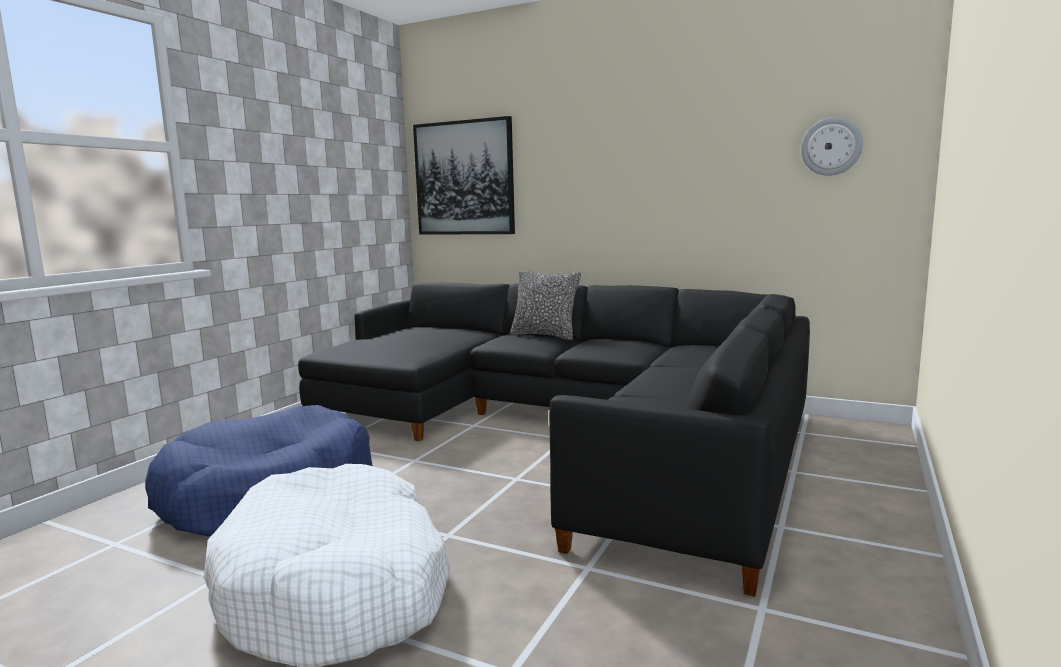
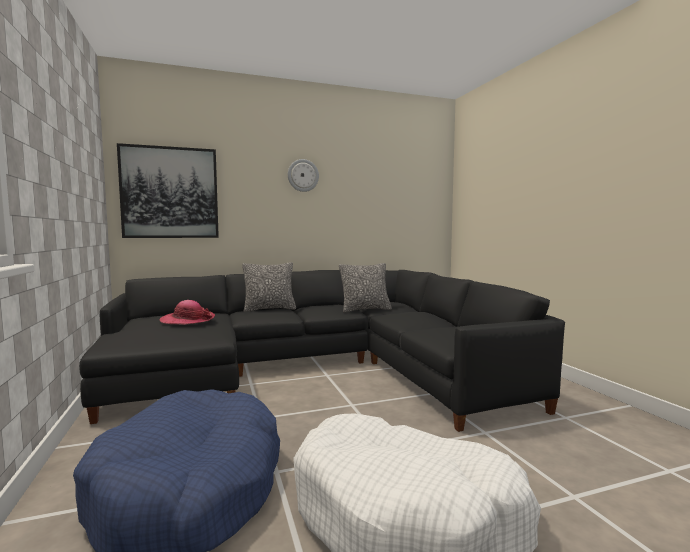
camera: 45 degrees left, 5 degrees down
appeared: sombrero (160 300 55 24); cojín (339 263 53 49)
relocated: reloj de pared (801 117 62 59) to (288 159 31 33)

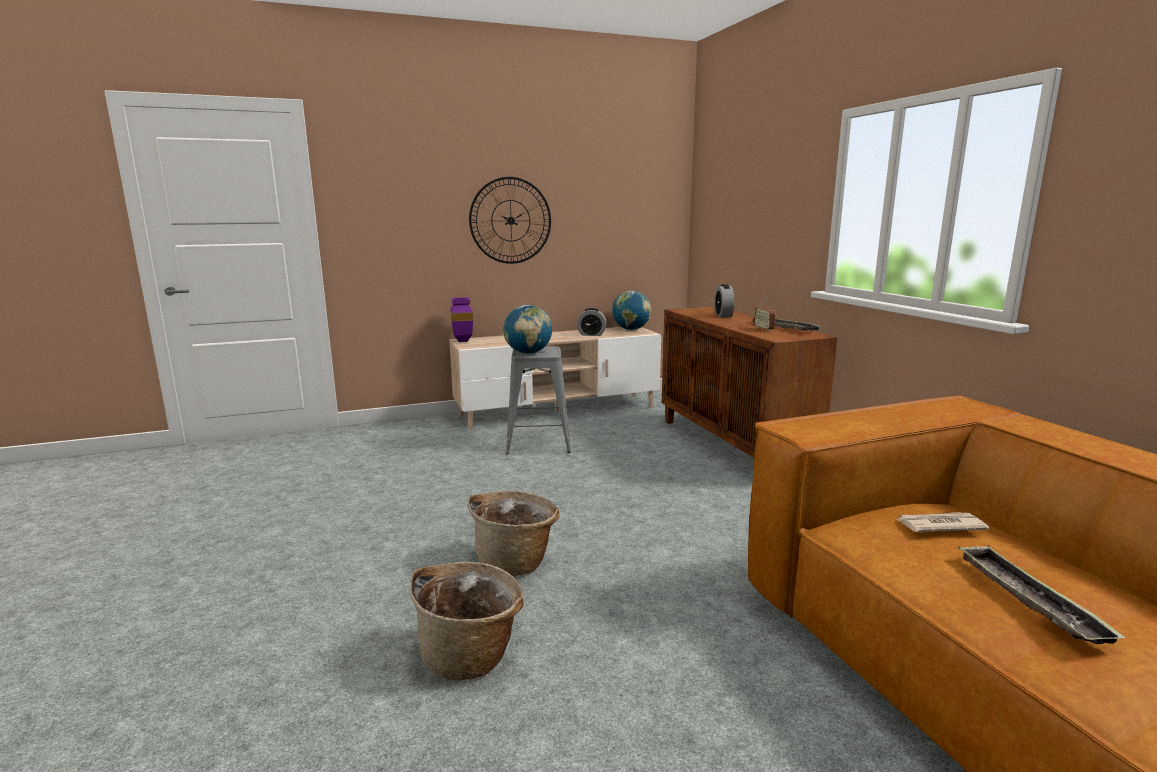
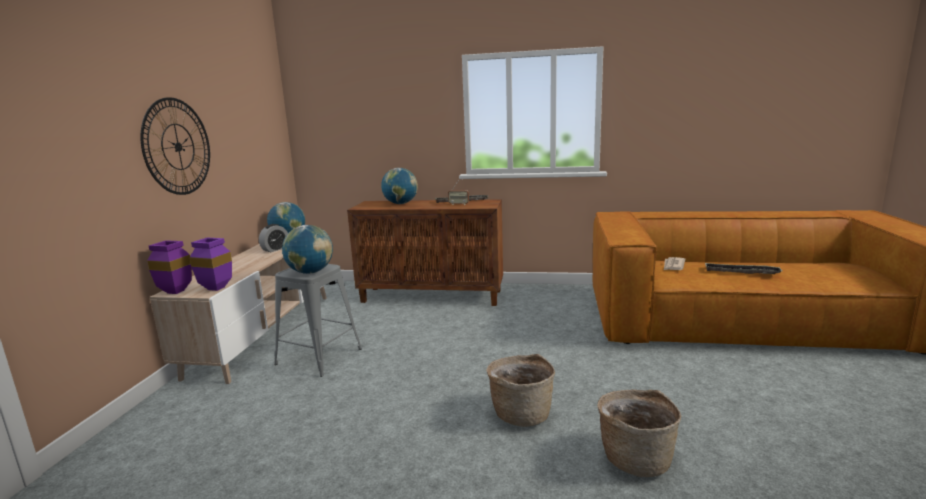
camera: 60 degrees left, 0 degrees up
appeared: florero (morado) (190 237 42 54)
exchanged: despertador (714 284 20 33) to globo terráqueo (381 168 37 36)

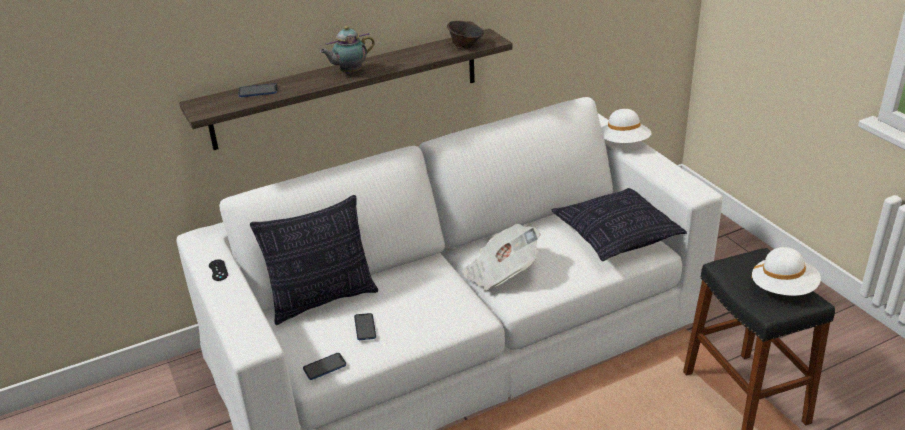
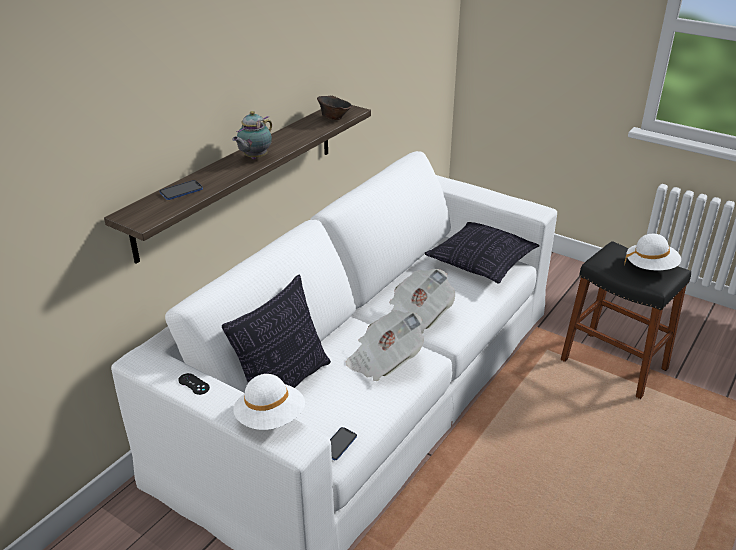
camera: 30 degrees left, 0 degrees up
missing: móvil (354 313 22 27)
appeared: periódico (346 310 78 71)
relocated: sombrero (blanco) (601 109 51 34) to (233 374 72 56)

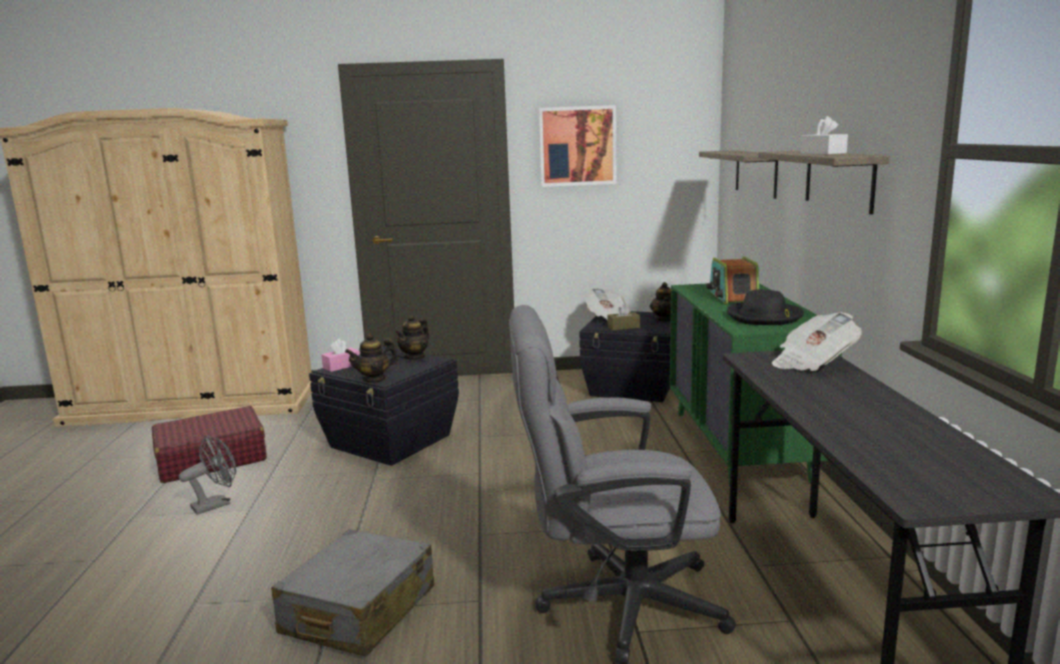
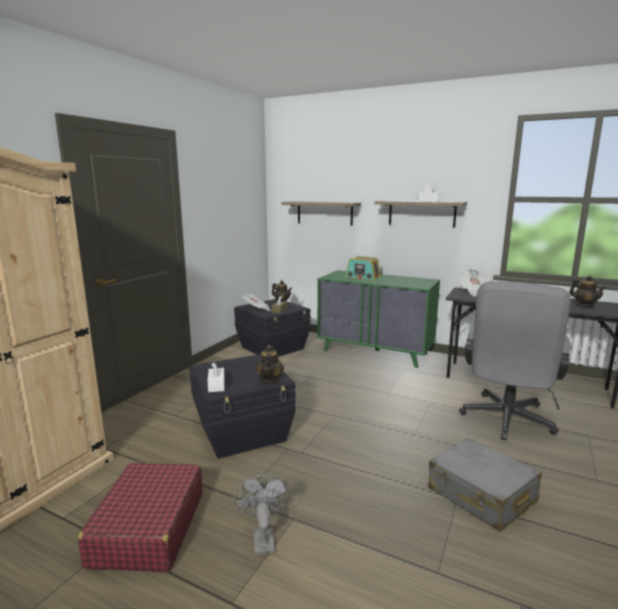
camera: 60 degrees left, 0 degrees up
missing: cuadro (539 105 78 82); sombrero (negro) (727 289 77 36)
relocated: tetera (395 315 34 45) to (569 276 37 32)
colour: caja de pañuelos (rosa) (321 339 39 33) to caja de pañuelos (blanco) (208 362 17 30)

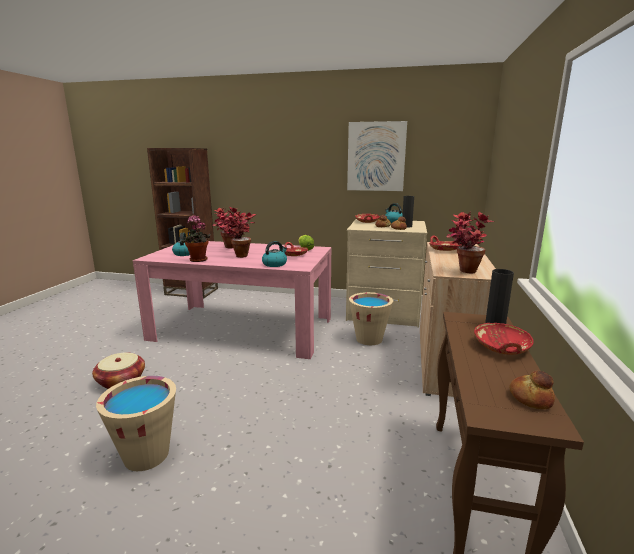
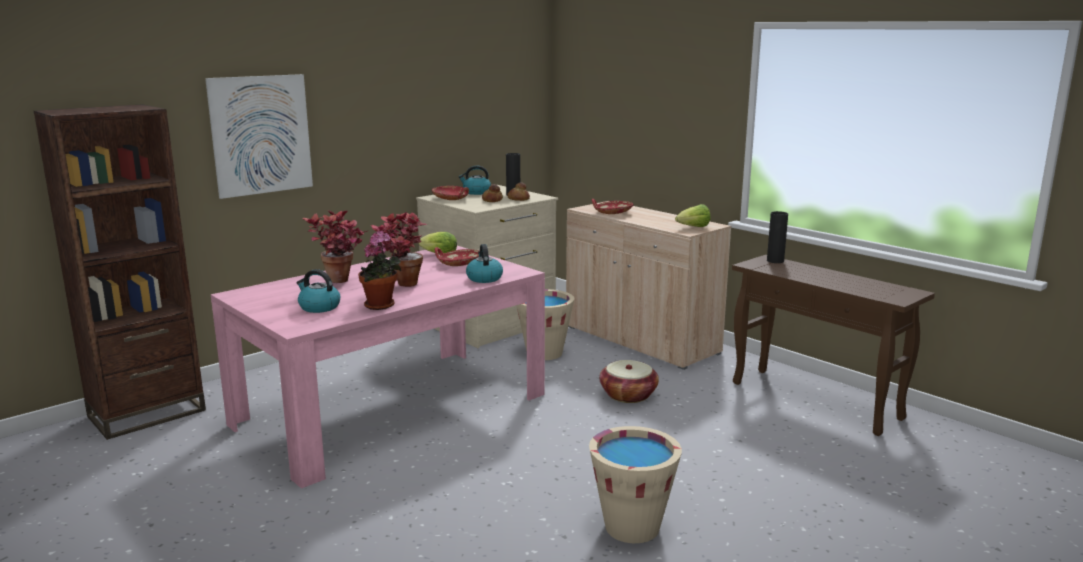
camera: 55 degrees left, 0 degrees up
missing: cuenco (rojo) (474 323 60 32); pan (509 371 46 38)
relocated: cesta (92 353 53 36) to (599 360 60 43); cuadro (347 121 60 70) to (205 74 108 125)
exchanged: planta en maceta (446 212 49 61) to lechuga (675 204 36 23)

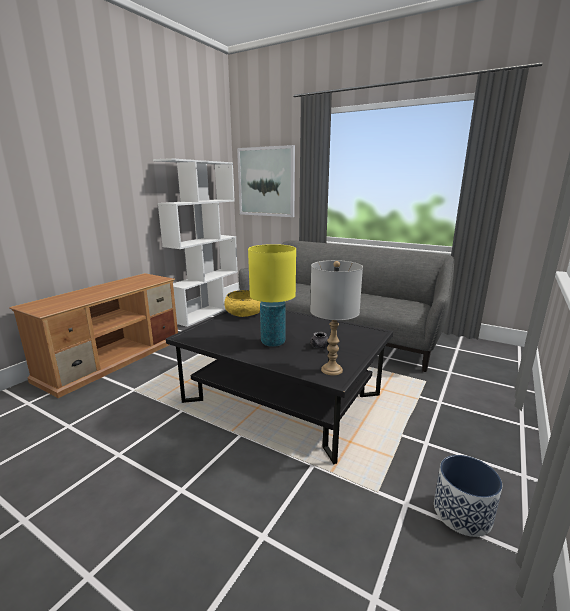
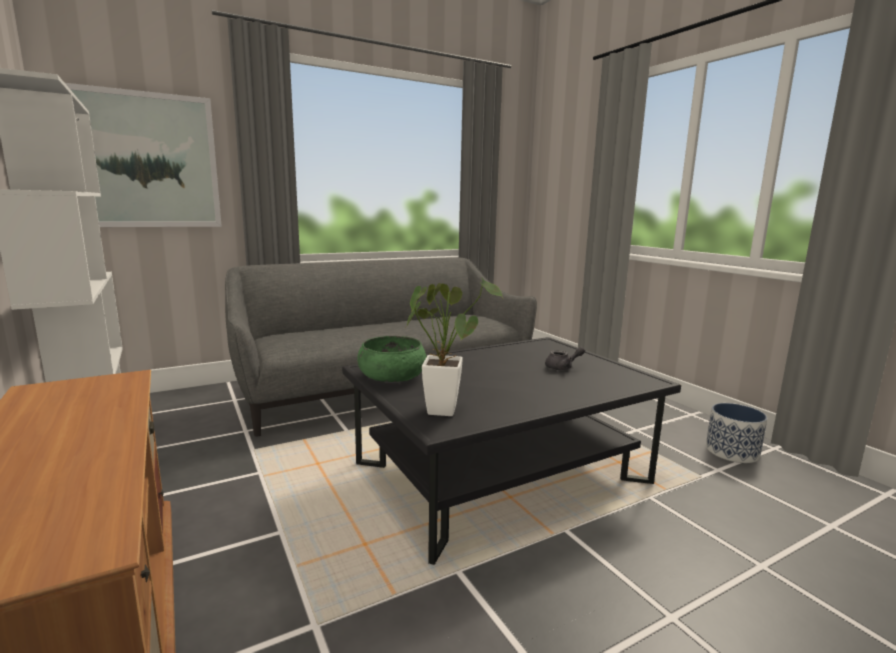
camera: 60 degrees left, 5 degrees down
missing: lámpara de mesa (amarillo) (248 244 48 103); lámpara de mesa (gris) (310 260 53 115)
appeared: planta en maceta (406 278 97 138)
colour: cuenco (amarillo) (224 290 37 27) to cuenco (verde) (357 336 69 46)

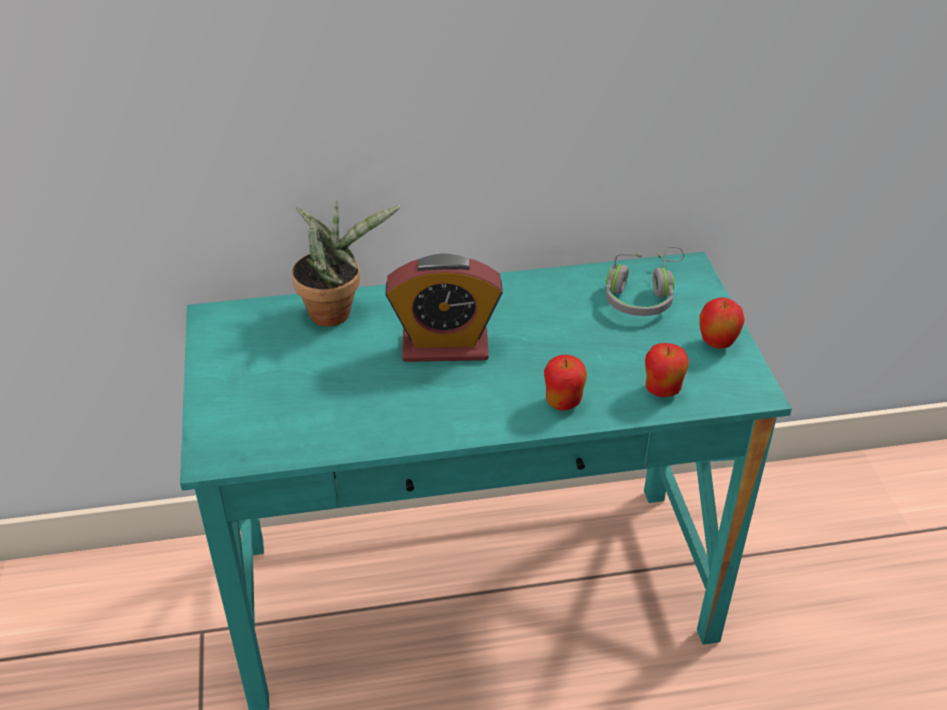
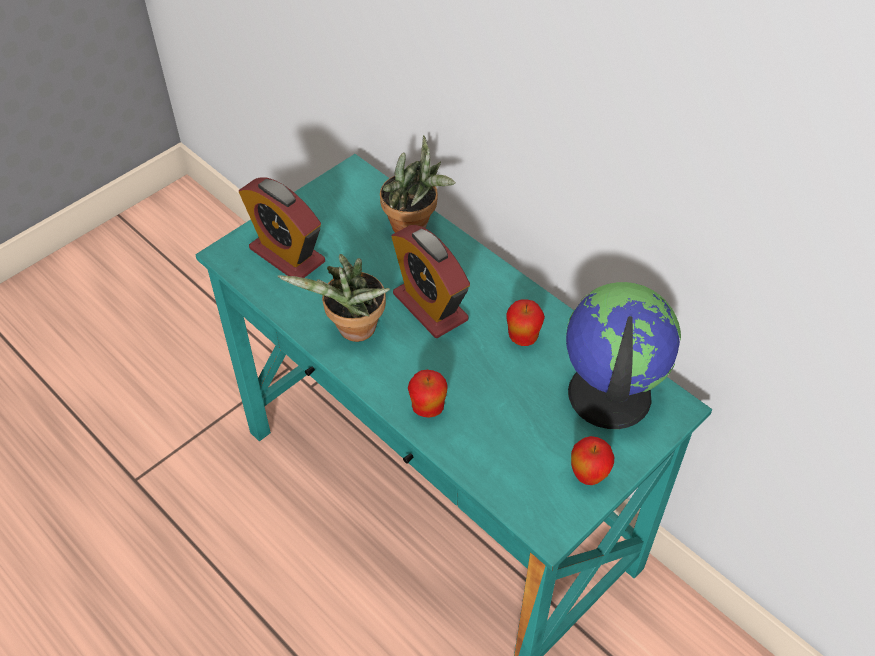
camera: 55 degrees right, 10 degrees up
appeared: despertador (239 177 86 101); planta en maceta (278 254 112 88)
relocated: manzana (645 343 44 54) to (506 299 39 47)
exchanged: auriculares (gris) (606 246 78 70) to globo terráqueo (566 282 115 147)

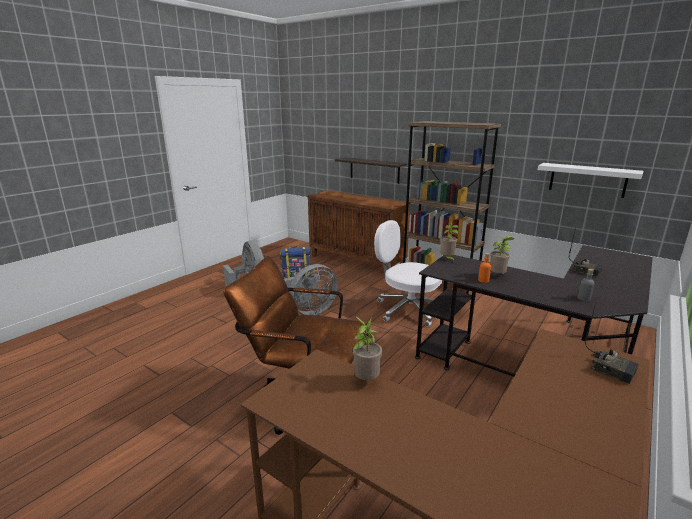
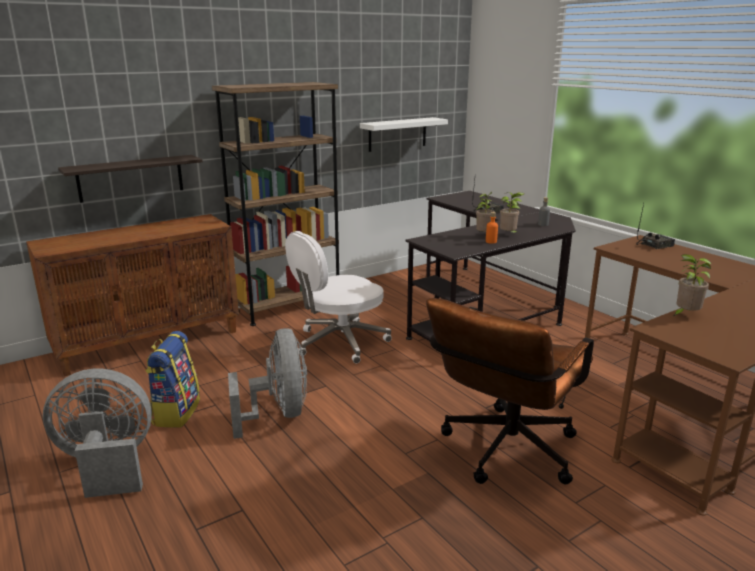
camera: 70 degrees left, 0 degrees up
relocated: planta en maceta (440 222 19 39) to (500 192 24 41)

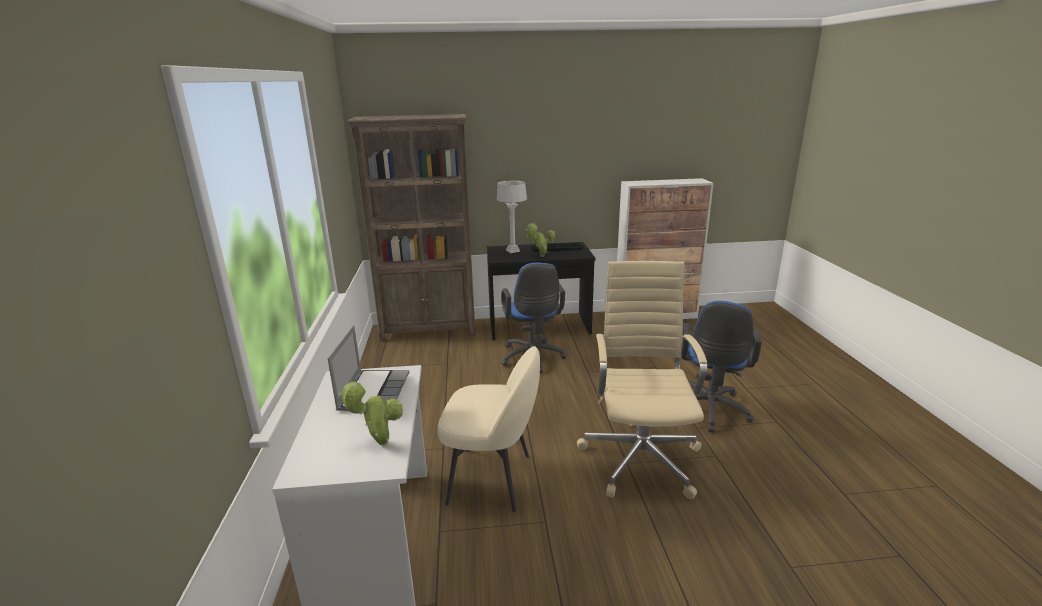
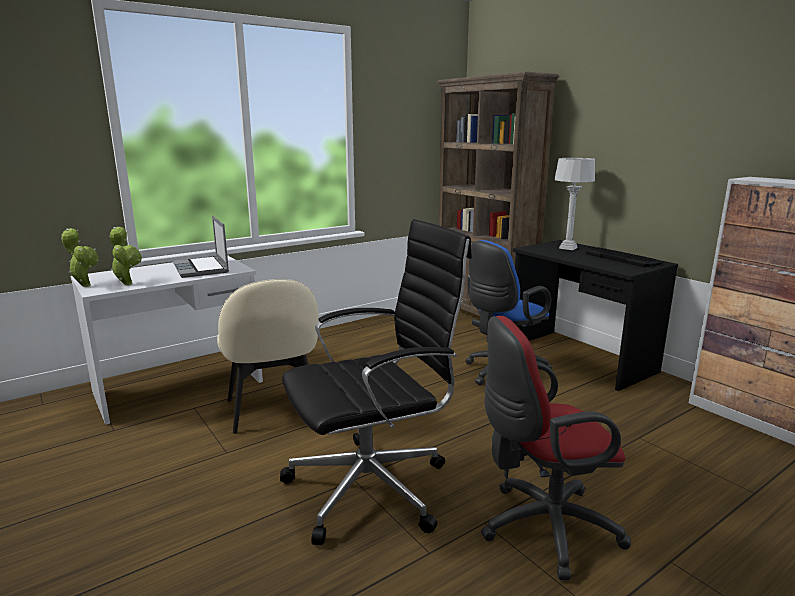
camera: 60 degrees right, 5 degrees down
relocated: planta en maceta (526 223 29 34) to (61 228 38 59)
colour: silla de oficina (beis) (577 261 130 238) to silla de oficina (negro) (280 219 192 326); silla de oficina (azul) (681 301 81 132) to silla de oficina (rojo) (481 316 150 264)
spun: portátil (327 325 82 86) = (173 215 56 63) 90 degrees clockwise

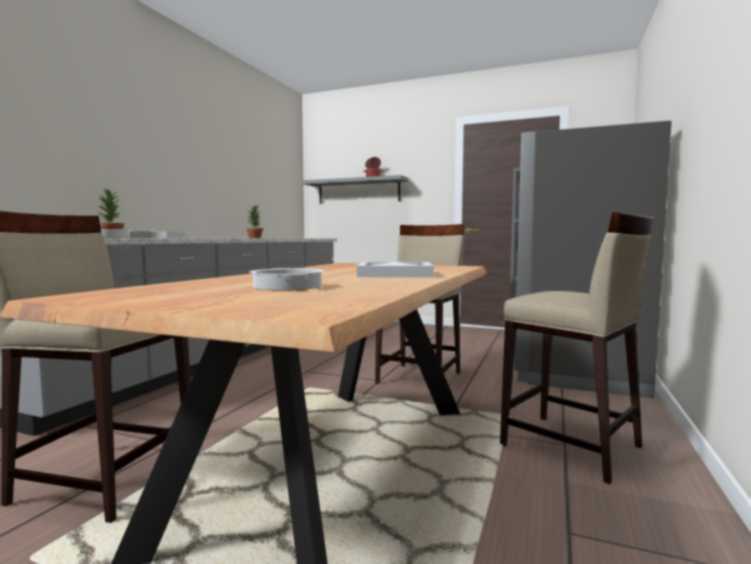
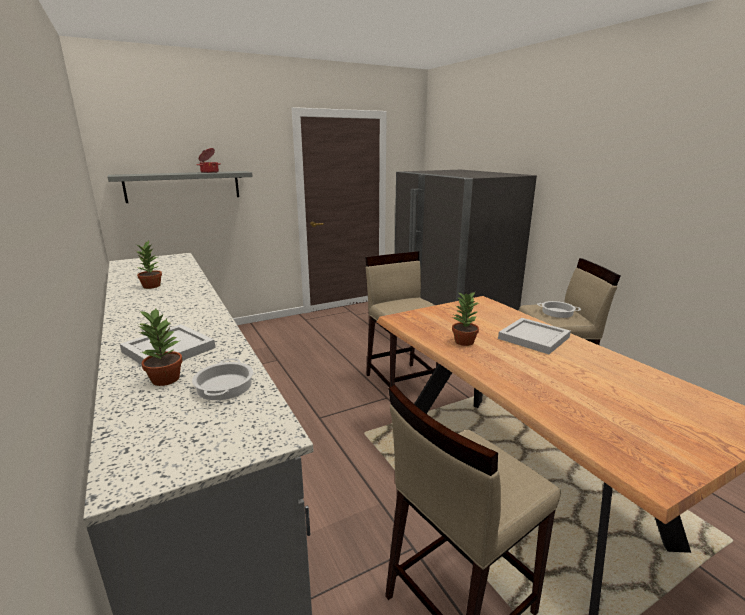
camera: 50 degrees left, 15 degrees up
appeared: planta en maceta (452 292 27 54)
relocated: olla (249 268 76 22) to (537 301 44 17)

